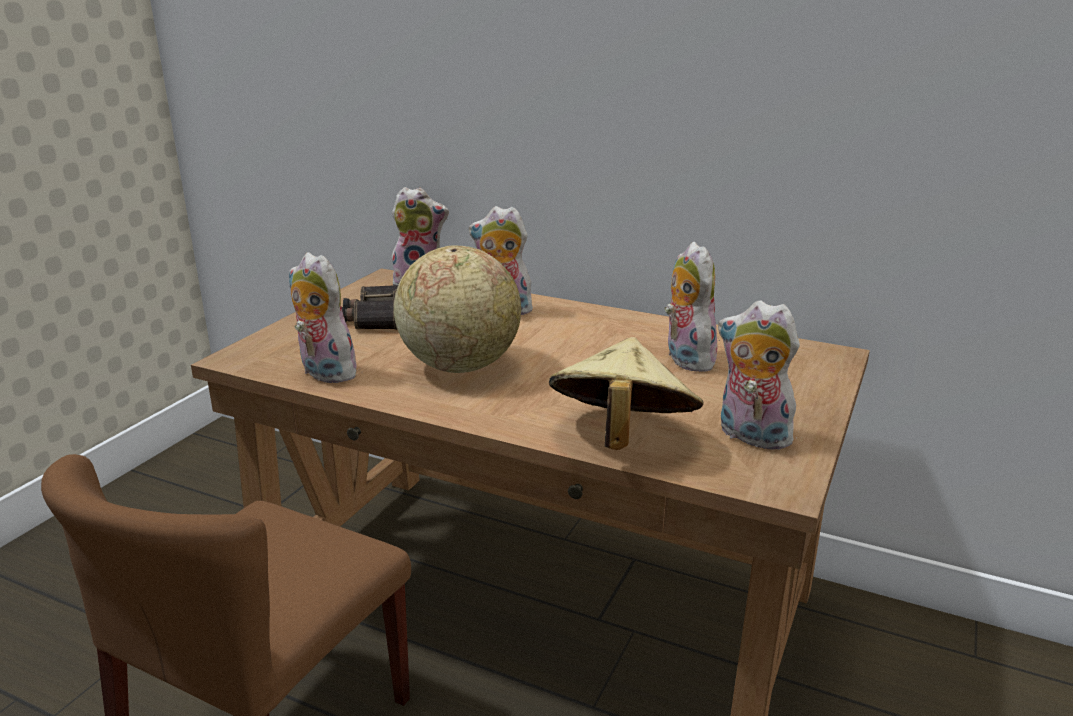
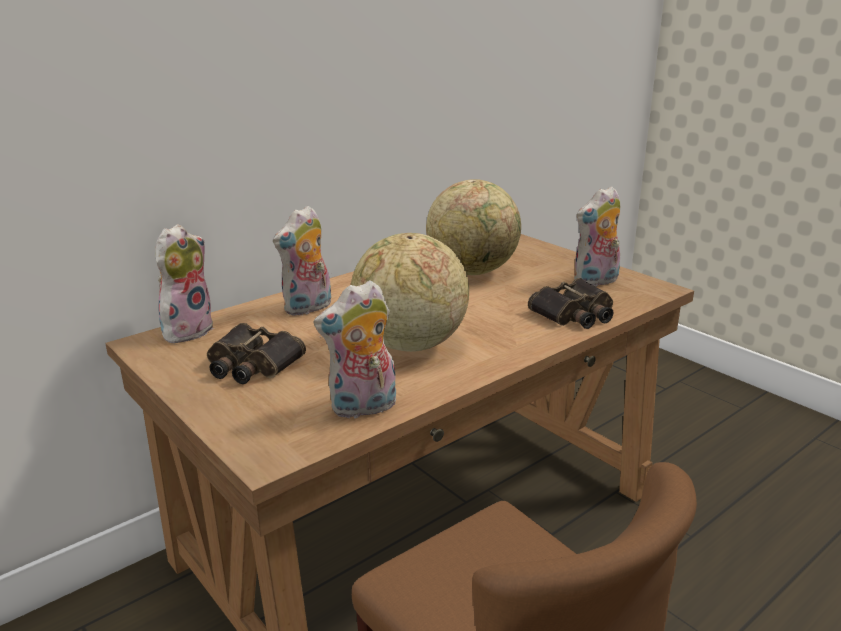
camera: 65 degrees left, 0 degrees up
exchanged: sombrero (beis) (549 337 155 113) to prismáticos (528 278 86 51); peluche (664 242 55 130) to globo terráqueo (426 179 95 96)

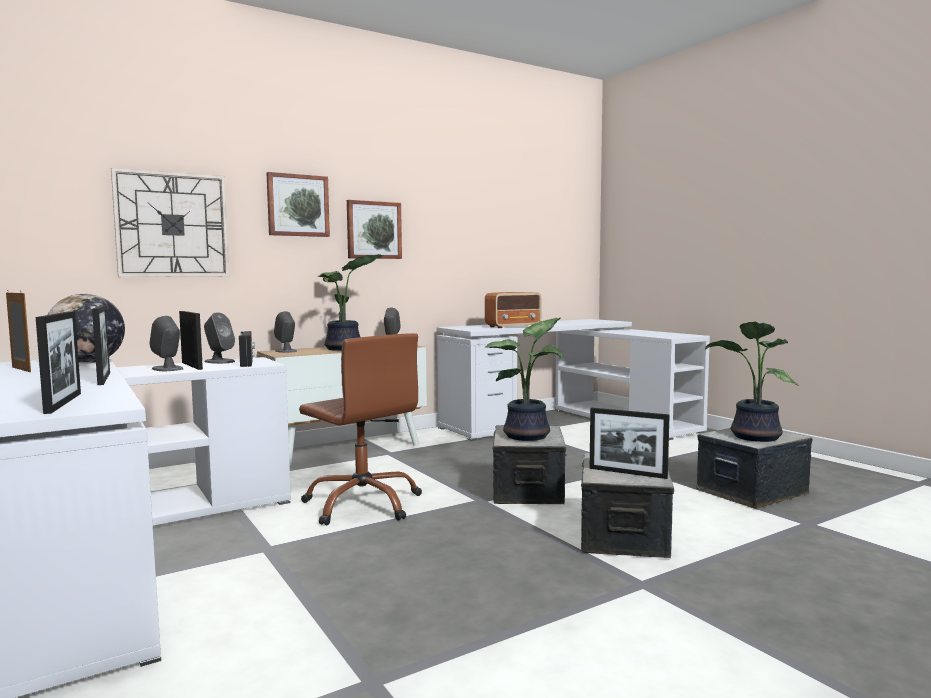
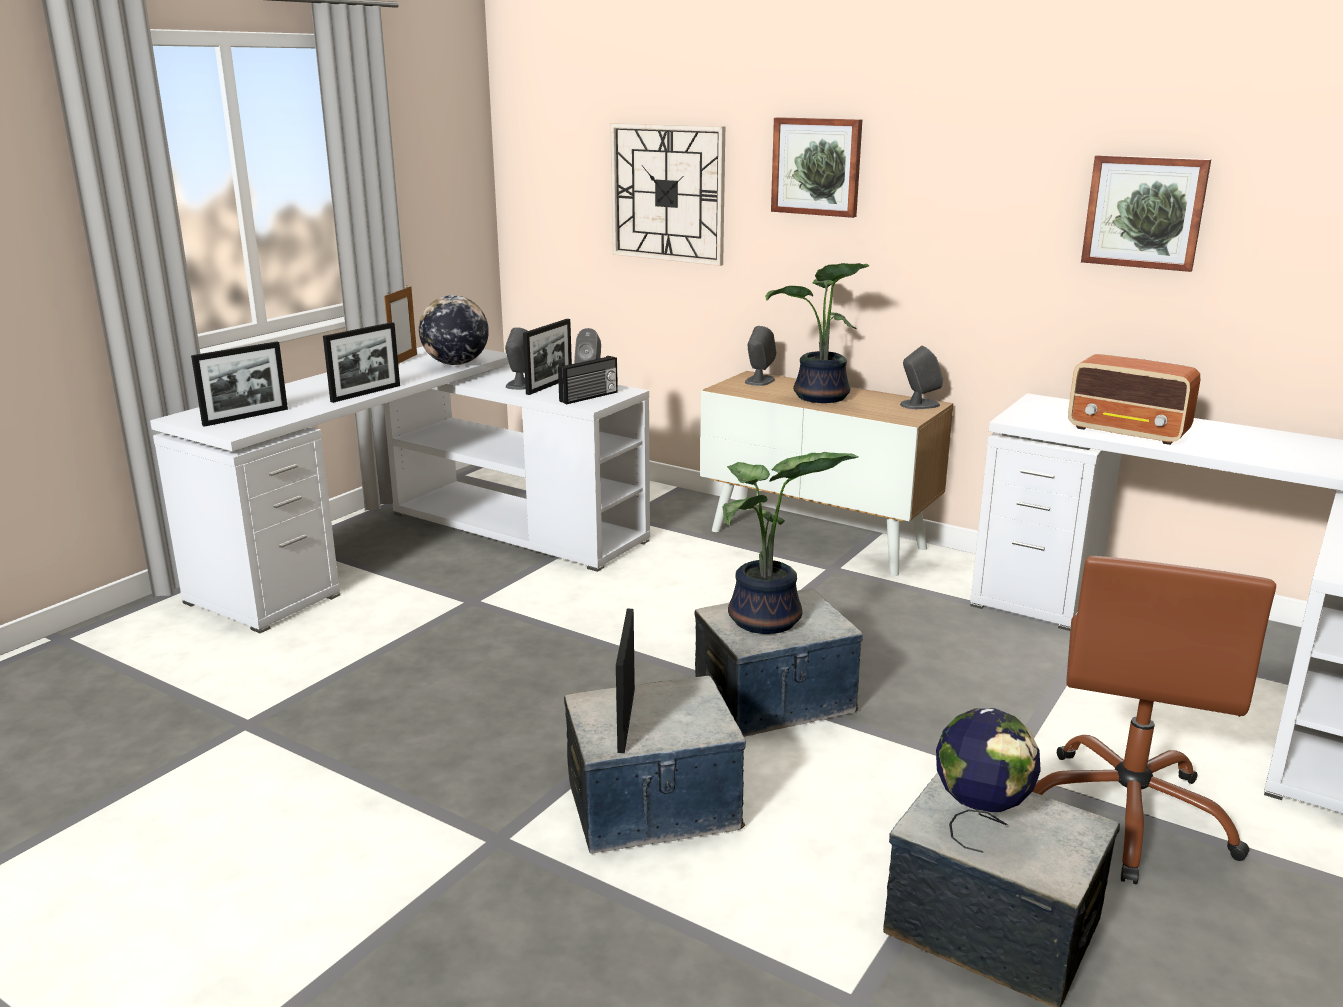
camera: 65 degrees right, 15 degrees up
relocated: silla de oficina (marrón) (299 333 123 192) to (1032 556 244 328); cuadro (347 200 55 59) to (1081 155 130 117)
exchanged: planta en maceta (705 321 94 121) to globo terráqueo (936 708 105 145)

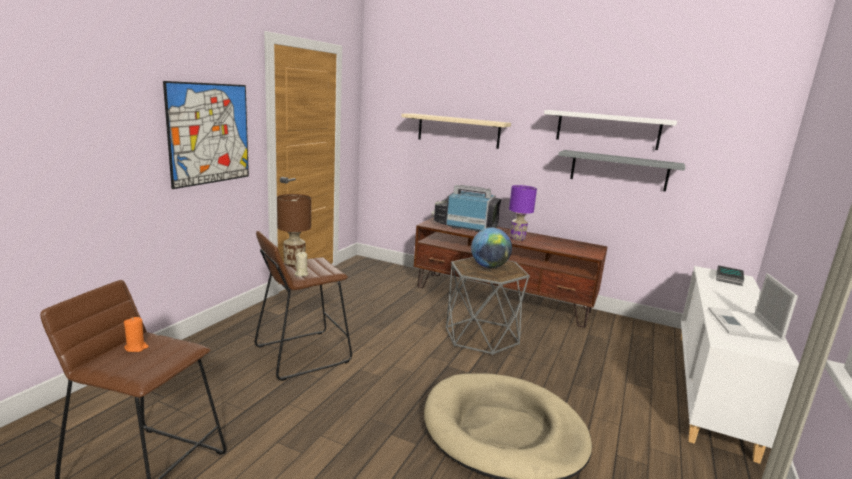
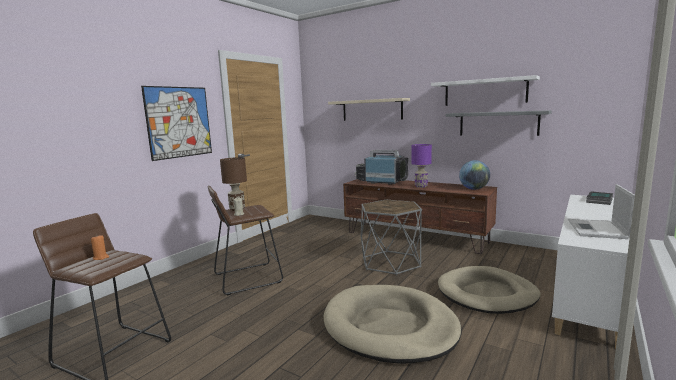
camera: 10 degrees right, 5 degrees down
appeared: cama para perro (beis) (438 266 103 48)
relocated: globo terráqueo (471 228 41 40) to (459 160 31 30)

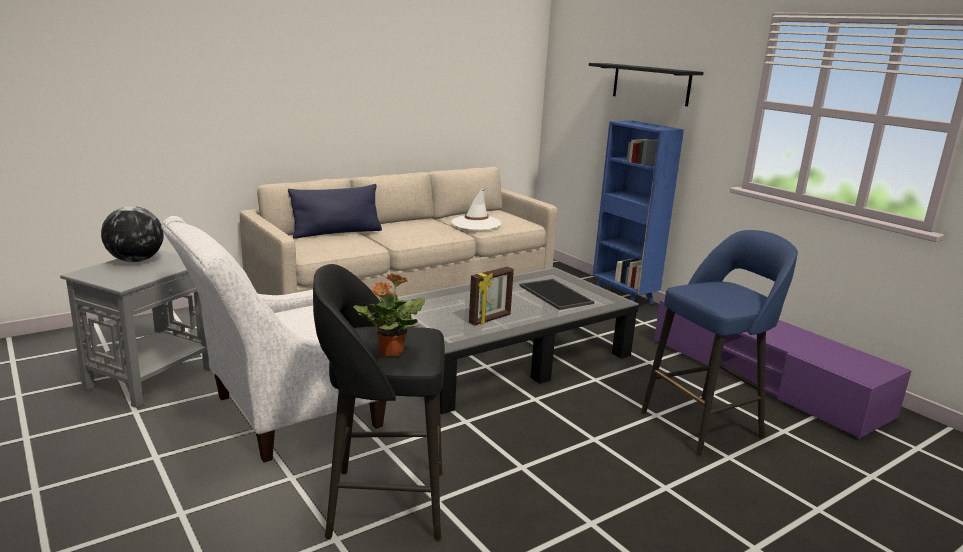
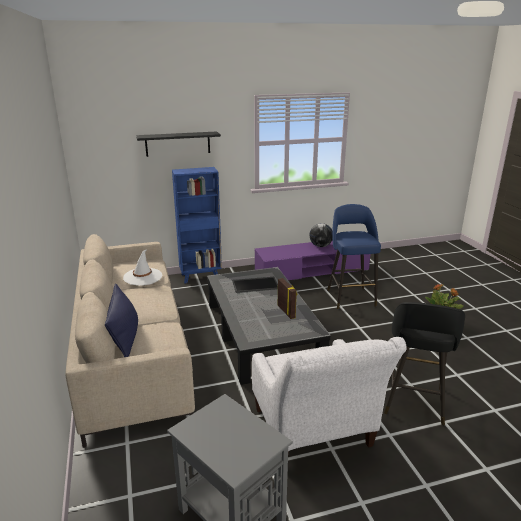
camera: 70 degrees left, 5 degrees up
relocated: globo terráqueo (101 206 63 56) to (310 223 23 24)

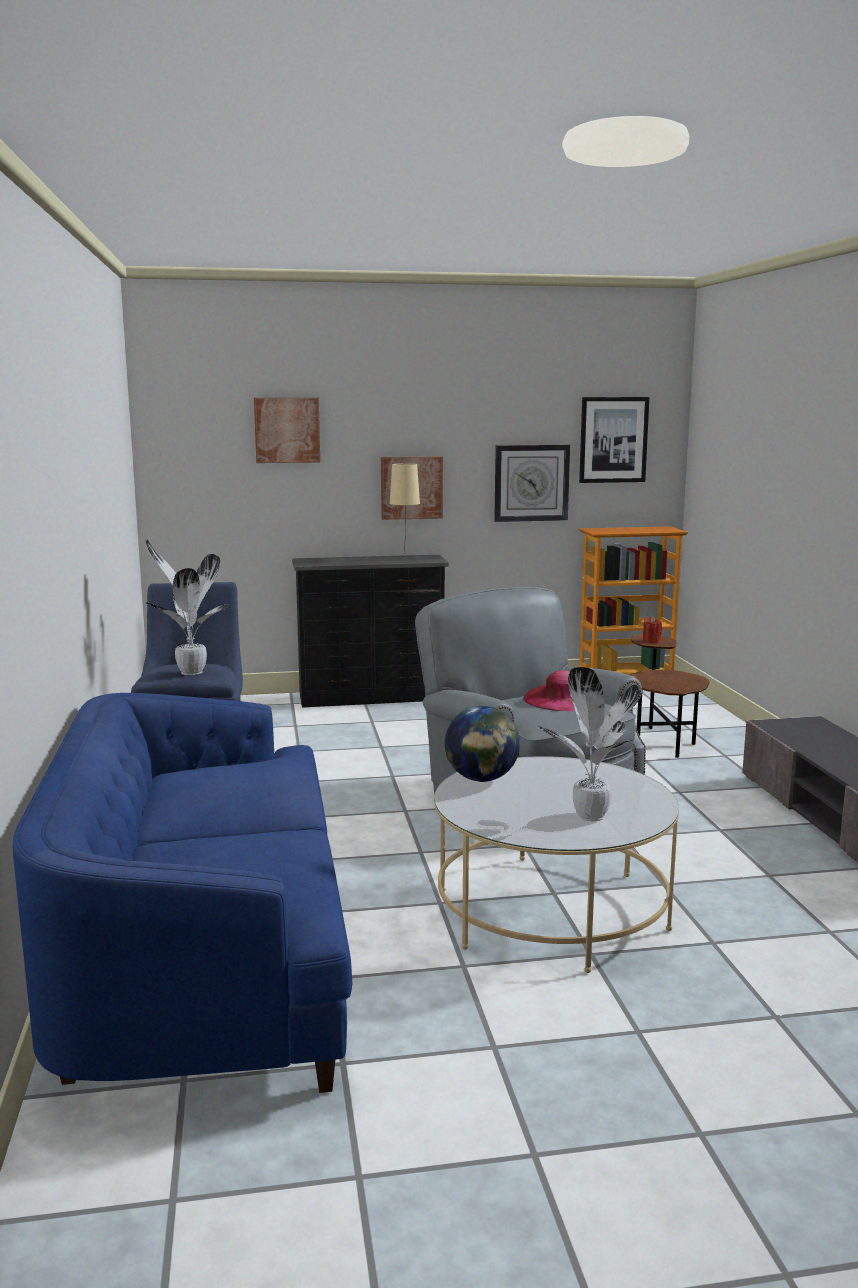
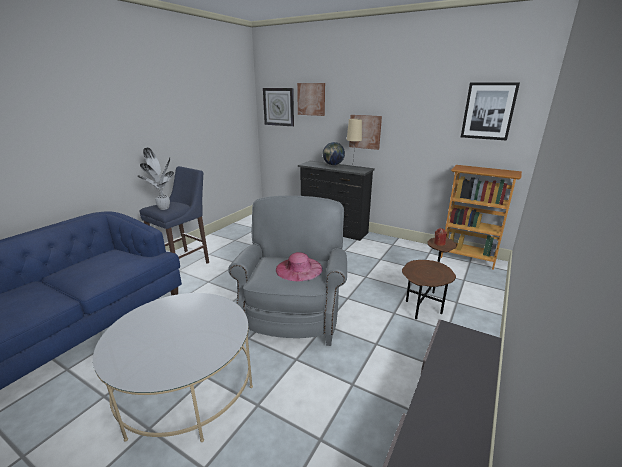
camera: 40 degrees right, 10 degrees up
missing: planta en maceta (538 667 102 154)
relocated: globo terráqueo (444 706 76 76) to (323 142 22 23); reloj de pared (494 445 76 77) to (263 88 31 39)

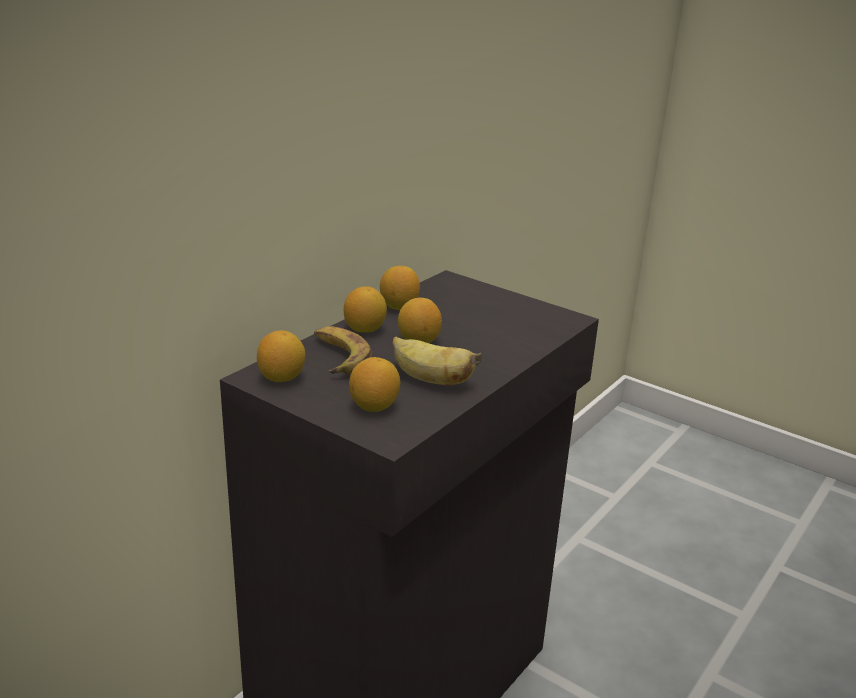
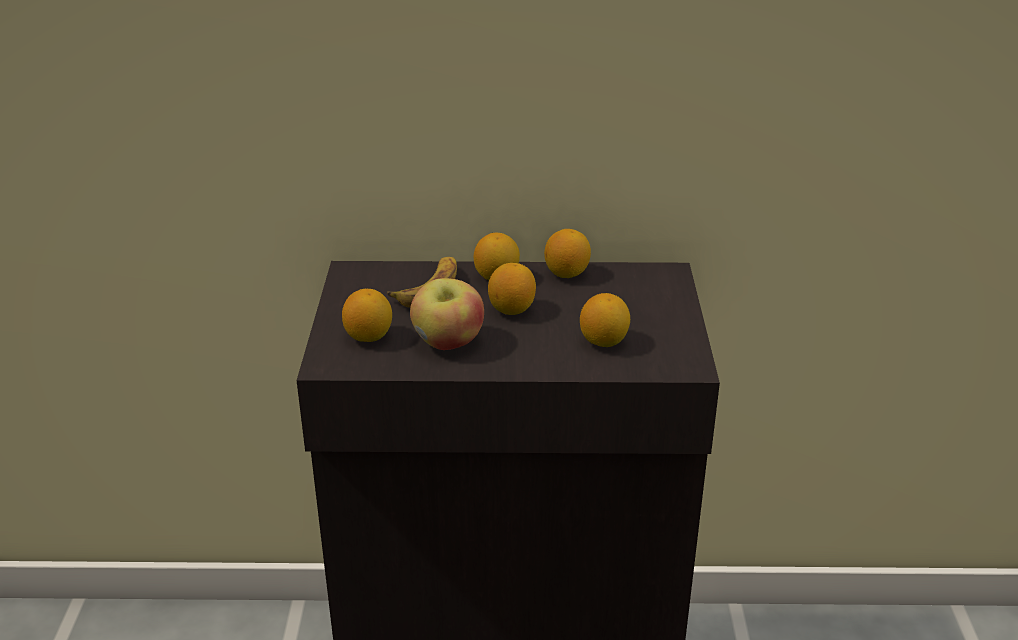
camera: 55 degrees right, 5 degrees up
relocated: limón (257 330 48 52) to (580 293 50 54)
exchanged: plátano (393 337 89 48) to manzana (410 278 74 72)

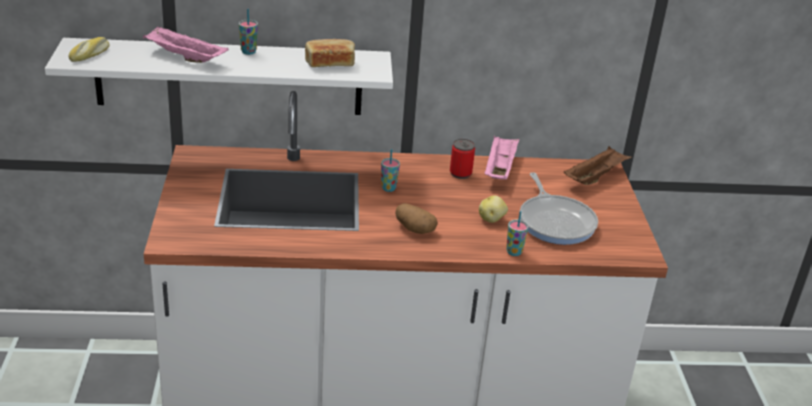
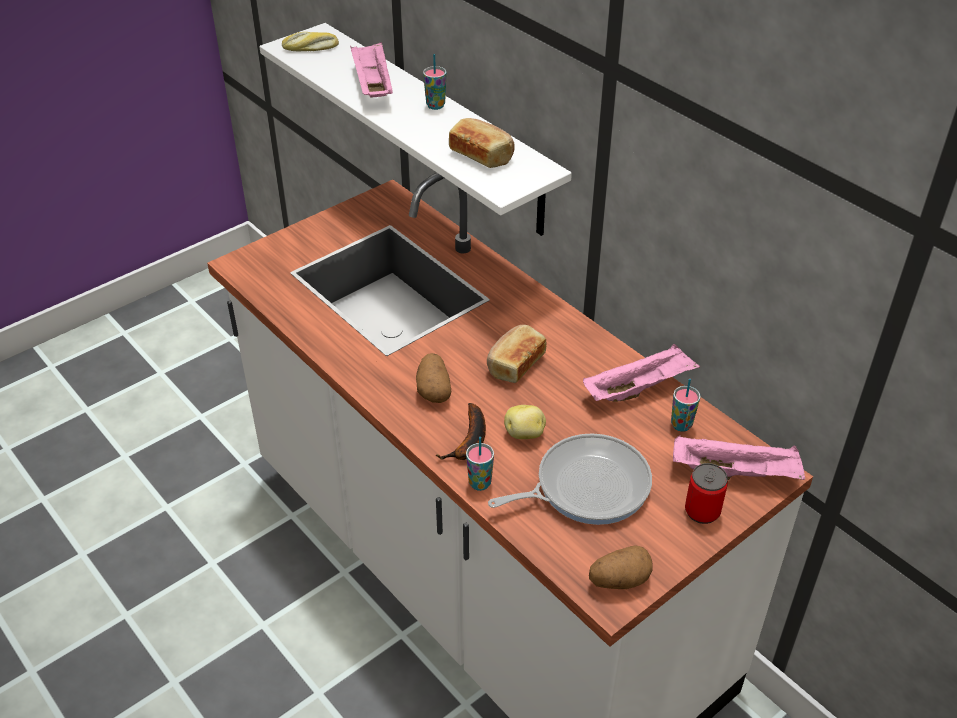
camera: 55 degrees right, 10 degrees up
appeared: plátano (436 403 50 57); pan (487 325 60 58); patata (589 545 63 44)
relocated: taza (381 149 19 43) to (671 379 29 53); lata (450 139 25 40) to (685 463 43 61)
colour: bandeja (marrón) (564 146 68 39) to bandeja (rosa) (673 435 132 45)
spun: sartén (520 172 78 73) = (488 433 164 92) 150 degrees counterclockwise

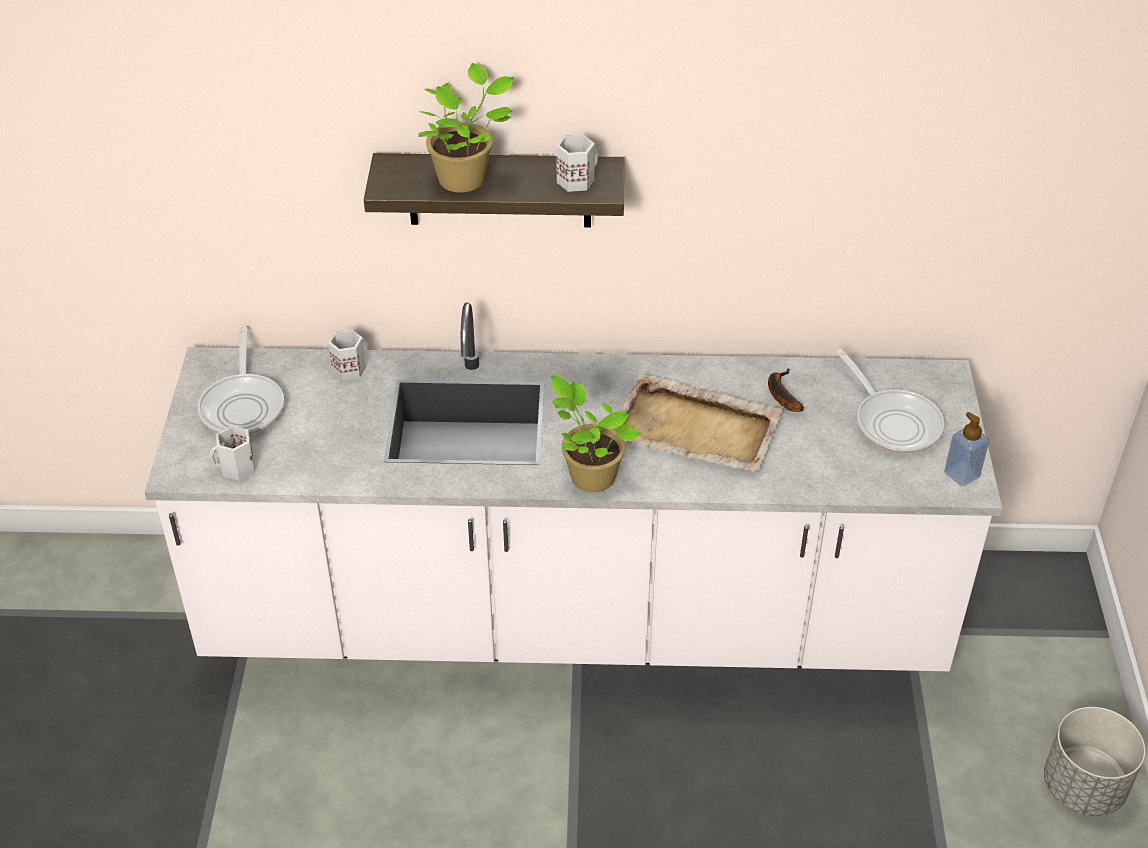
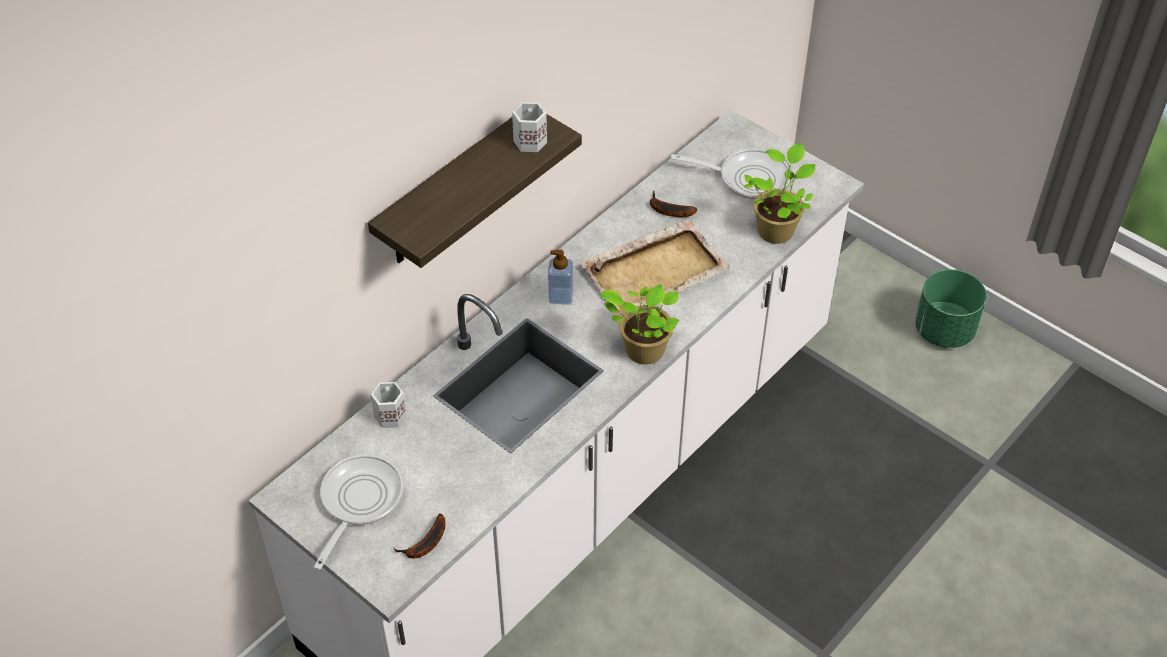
camera: 50 degrees left, 5 degrees up
relocated: planta en maceta (418 63 96 130) to (744 143 72 101); dispensador de jabón (944 412 45 74) to (548 250 25 55)
exchanged: taza grande (blanco) (208 426 47 55) to plátano (393 514 53 44)
colour: maceta (gris) (1044 707 102 109) to maceta (verde) (915 269 72 79)
spun: sartén (198 327 86 108) = (314 455 89 115) 105 degrees counterclockwise

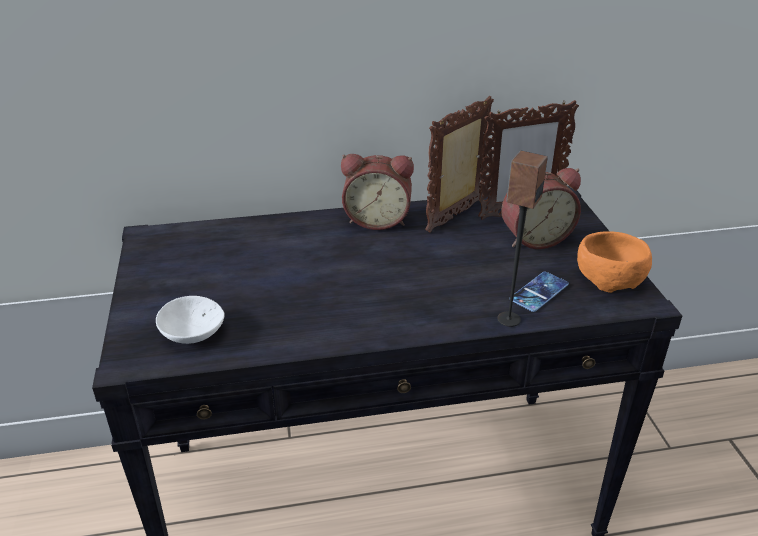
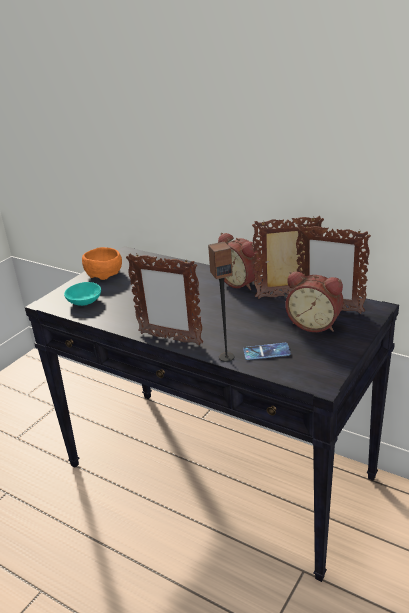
camera: 45 degrees right, 5 degrees down
appeared: portarretratos (126 253 77 92)
relocated: cuenco (naranja) (577 232 75 61) to (82 247 40 33)
colour: cuenco (blanco) (156 296 69 48) to cuenco (turquesa) (64 282 37 24)

